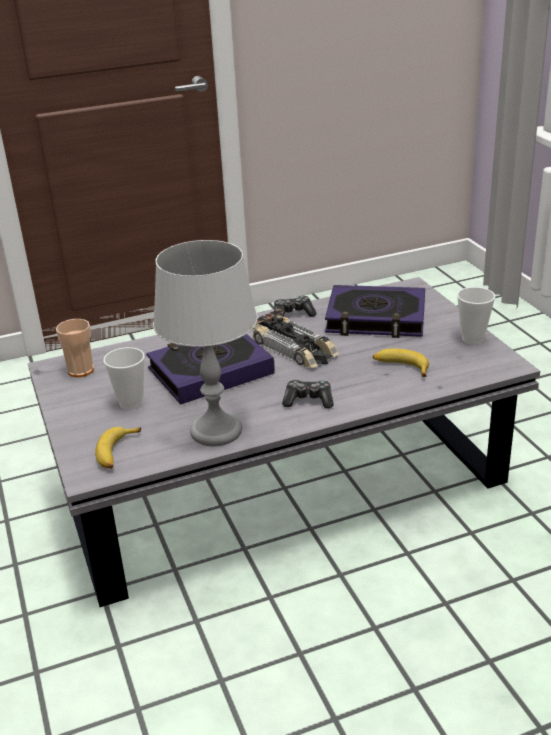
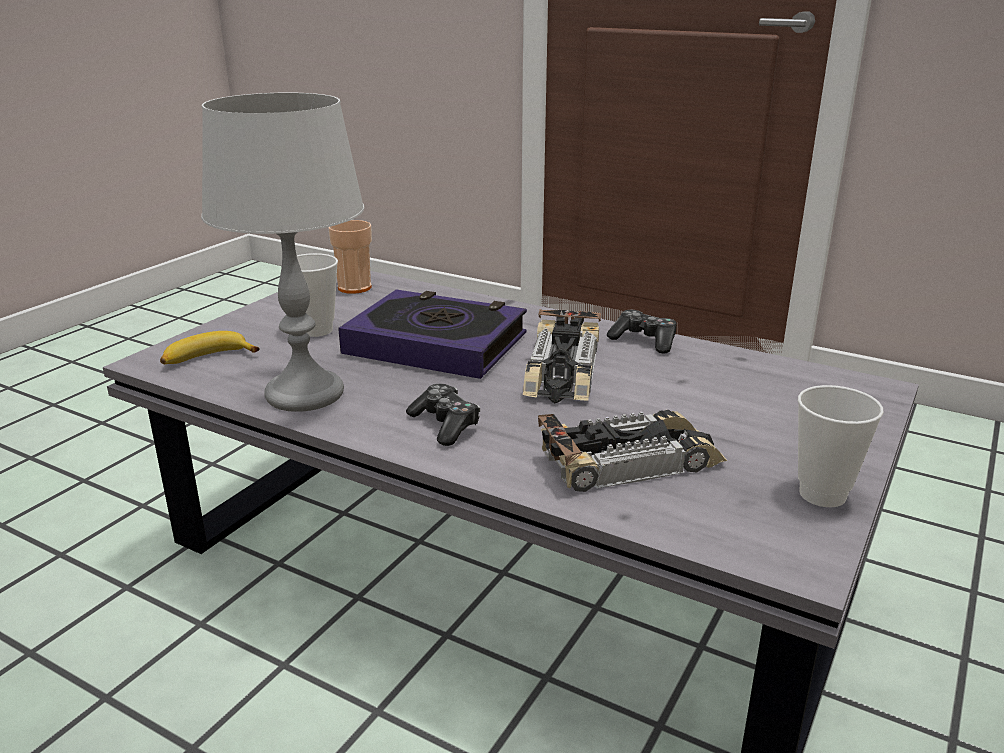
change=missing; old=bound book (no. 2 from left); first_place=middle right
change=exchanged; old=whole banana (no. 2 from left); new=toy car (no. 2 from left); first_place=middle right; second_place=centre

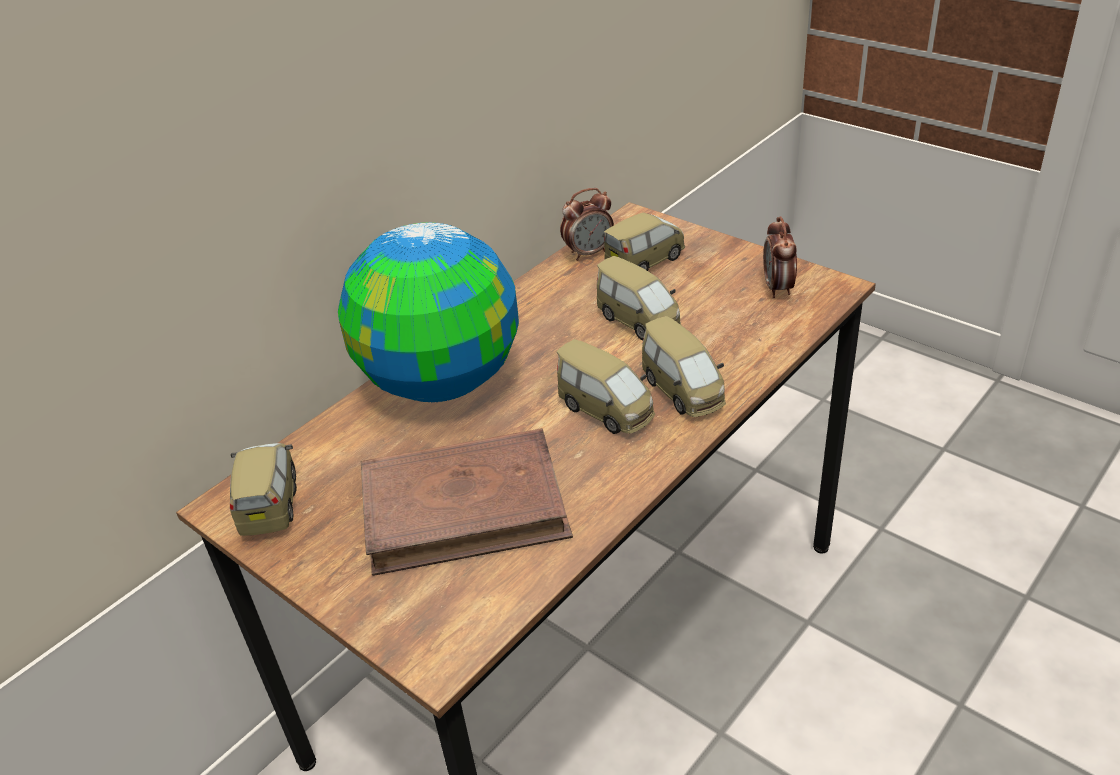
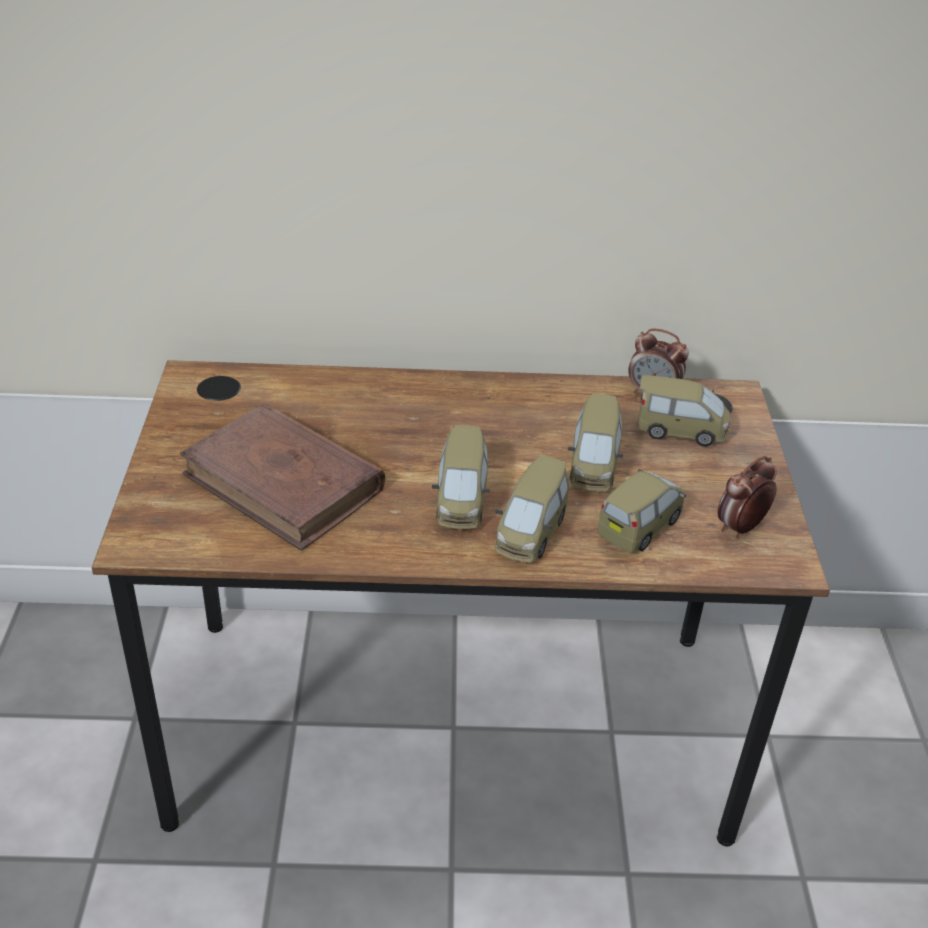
change=missing; old=desk globe; first_place=centre
change=relocated; old=toy car (no. 1 from left in the first image); new=toy car (no. 4 from left); first_place=middle left; second_place=middle right

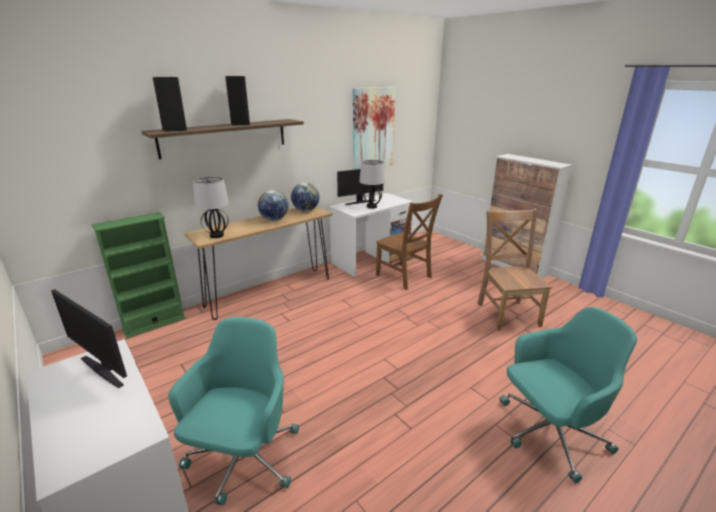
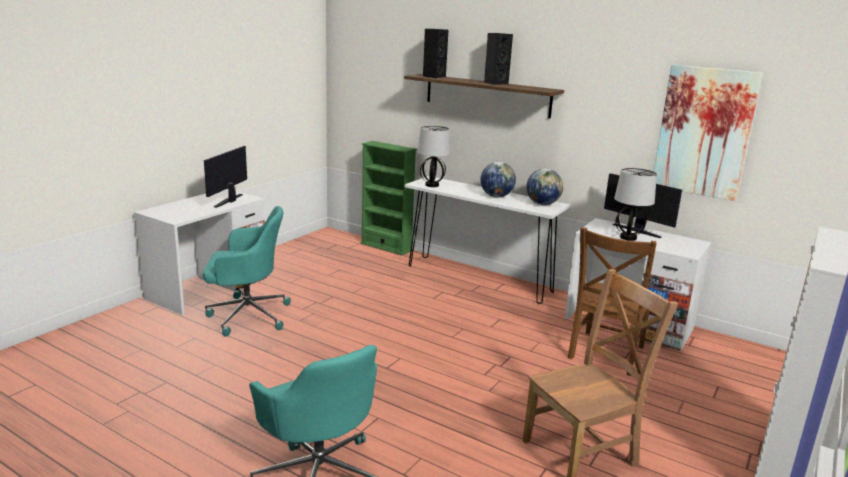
change=colour; old=narrow table (brown); new=narrow table (white); first_place=centre; second_place=centre

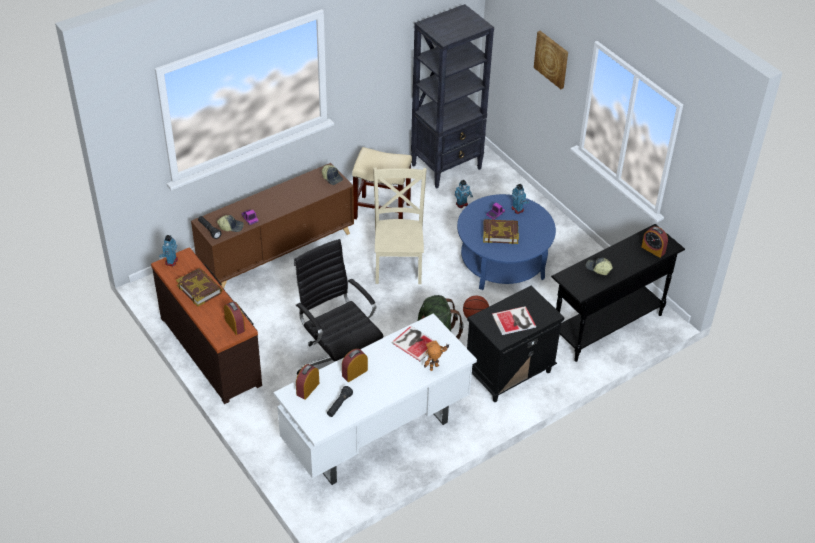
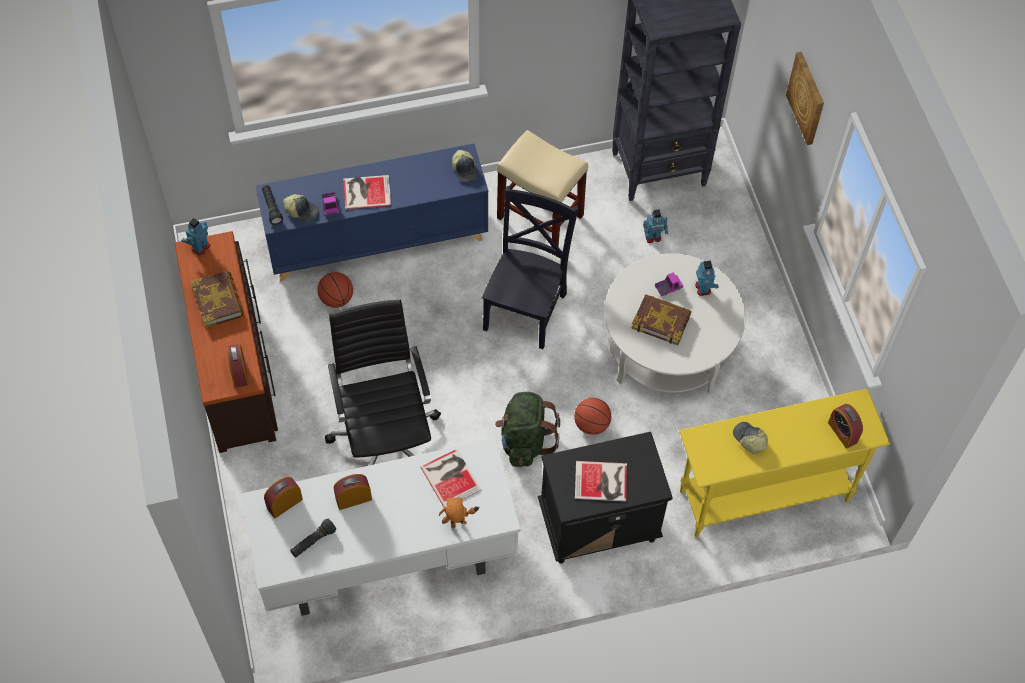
change=appeared; new=ball for basketball (no. 1 from left); second_place=middle left
change=appeared; new=bound book (no. 2 from left); second_place=top centre
change=colour; old=storage cabinet (brown); new=storage cabinet (blue-coloured); first_place=centre; second_place=top centre
change=colour; old=upright chair (beige-coloured); new=upright chair (blackish); first_place=centre; second_place=centre
change=colour; old=coffee table (blue-coloured); new=coffee table (white); first_place=centre; second_place=centre
change=colour; old=narrow table (blackish); new=narrow table (yellow-coloured); first_place=middle right; second_place=bottom right

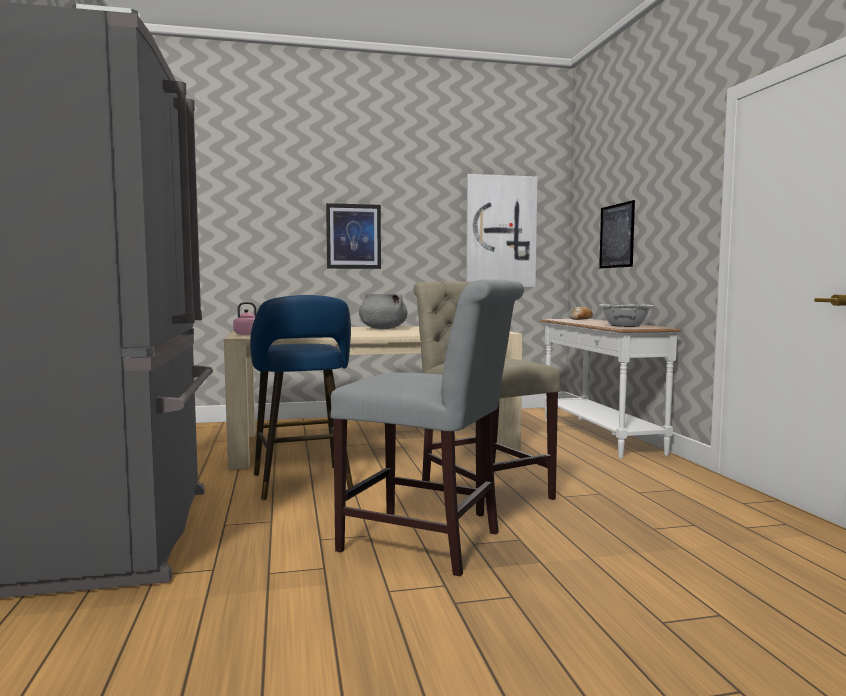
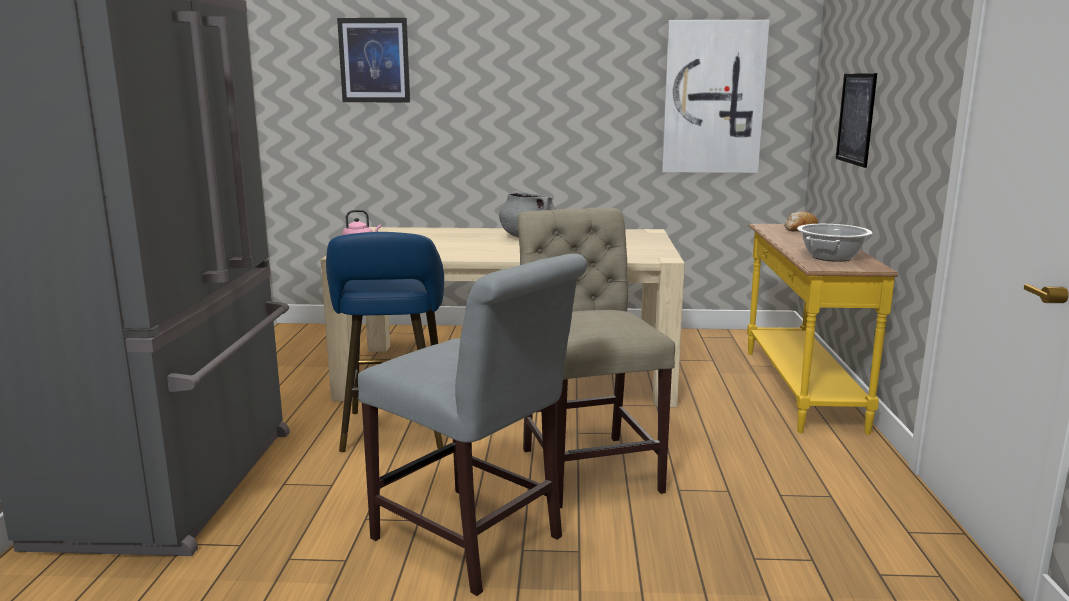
change=relocated; old=picture (no. 1 from left); first_place=centre; second_place=top centre
change=colour; old=narrow table (white); new=narrow table (yellow-coloured); first_place=middle right; second_place=middle right

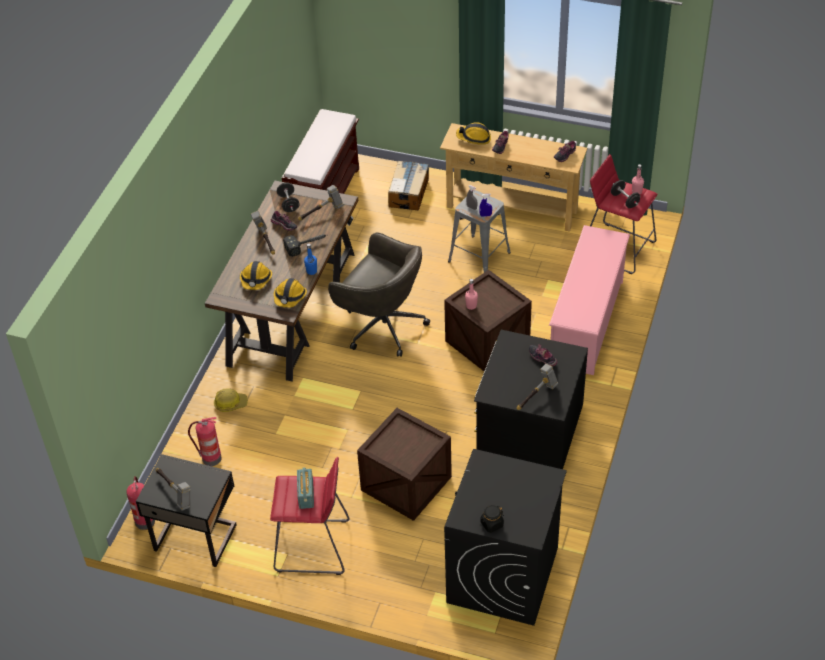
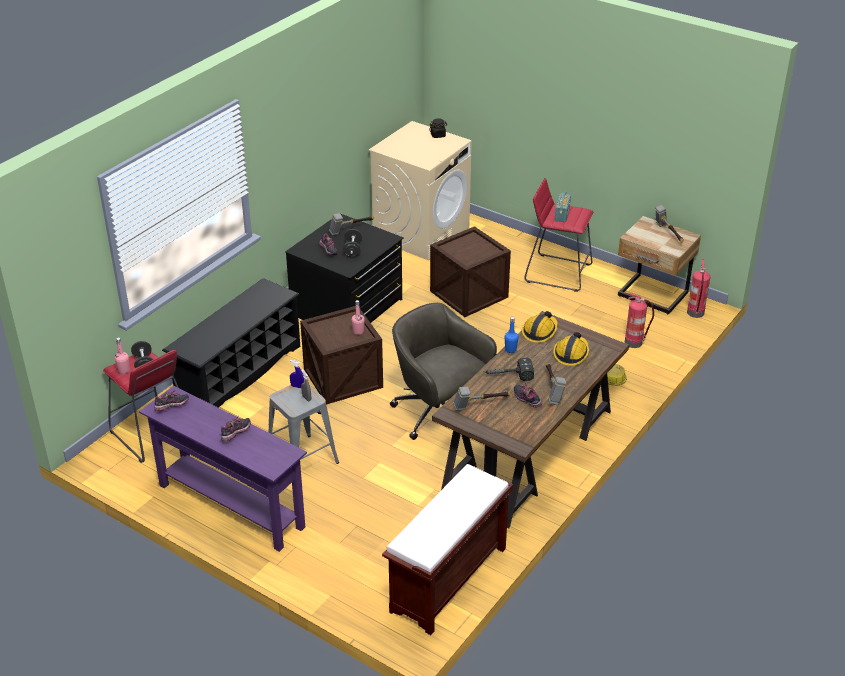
change=missing; old=cardboard box; first_place=top centre
change=missing; old=hard hat (no. 4 from left); first_place=top centre
change=relocated; old=dumbbell (blackish) (no. 1 from left in the first image); new=dumbbell (blackish) (no. 2 from left); first_place=top centre; second_place=centre
change=colour; old=night table (blackish); new=night table (beige-coloured); first_place=bottom left; second_place=middle right
change=colour; old=narrow table (beige-coloured); new=narrow table (purplish); first_place=top centre; second_place=bottom left
change=colour; old=laundry appliance (blackish); new=laundry appliance (beige-coloured); first_place=bottom centre; second_place=top centre
change=colour; old=shoe shelf (pinkish); new=shoe shelf (blackish); first_place=middle right; second_place=middle left

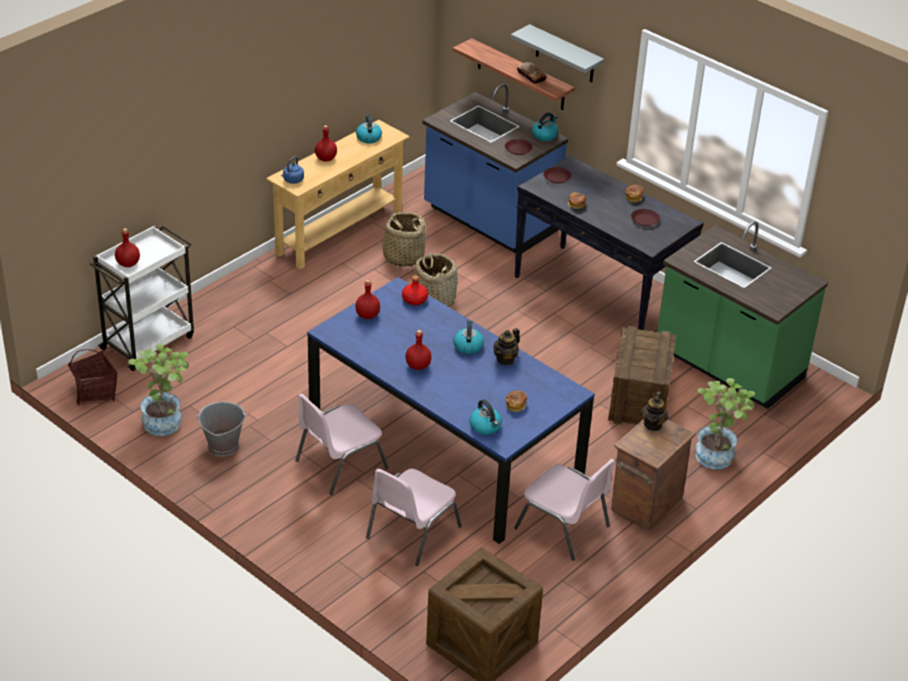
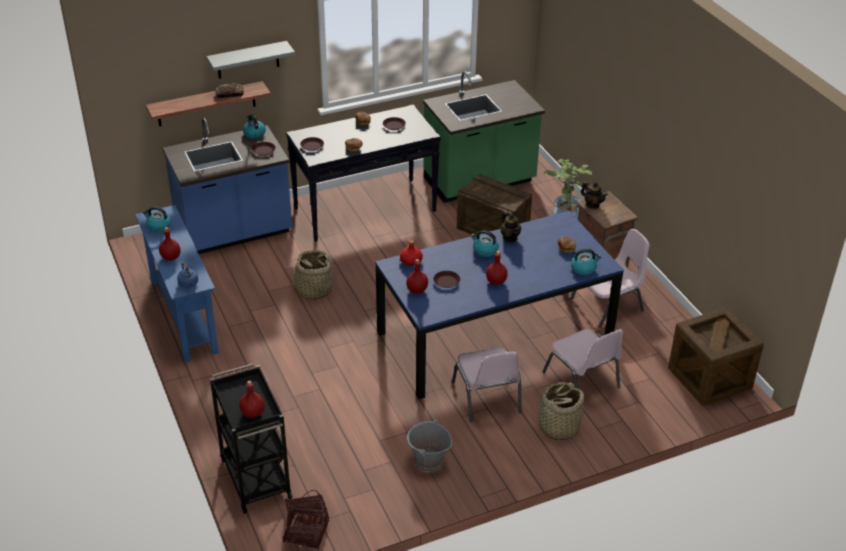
change=missing; old=plant in a pot (no. 1 from left); first_place=middle left
change=appeared; new=plate (brown) (no. 4 from left); second_place=centre
change=relocated; old=household basket (no. 2 from left in the first image); new=household basket (no. 3 from left); first_place=centre; second_place=bottom centre
change=colour; old=cart (white); new=cart (blackish); first_place=middle left; second_place=bottom left
change=colour; old=narrow table (beige-coloured); new=narrow table (blue-coloured); first_place=top centre; second_place=middle left

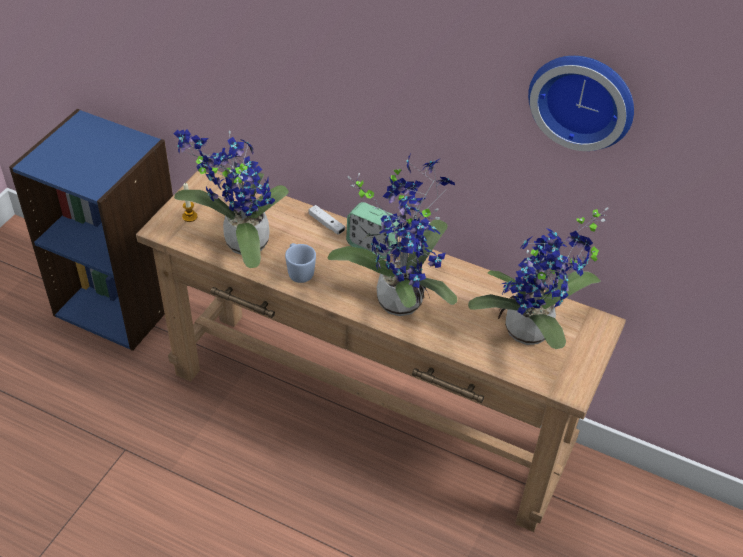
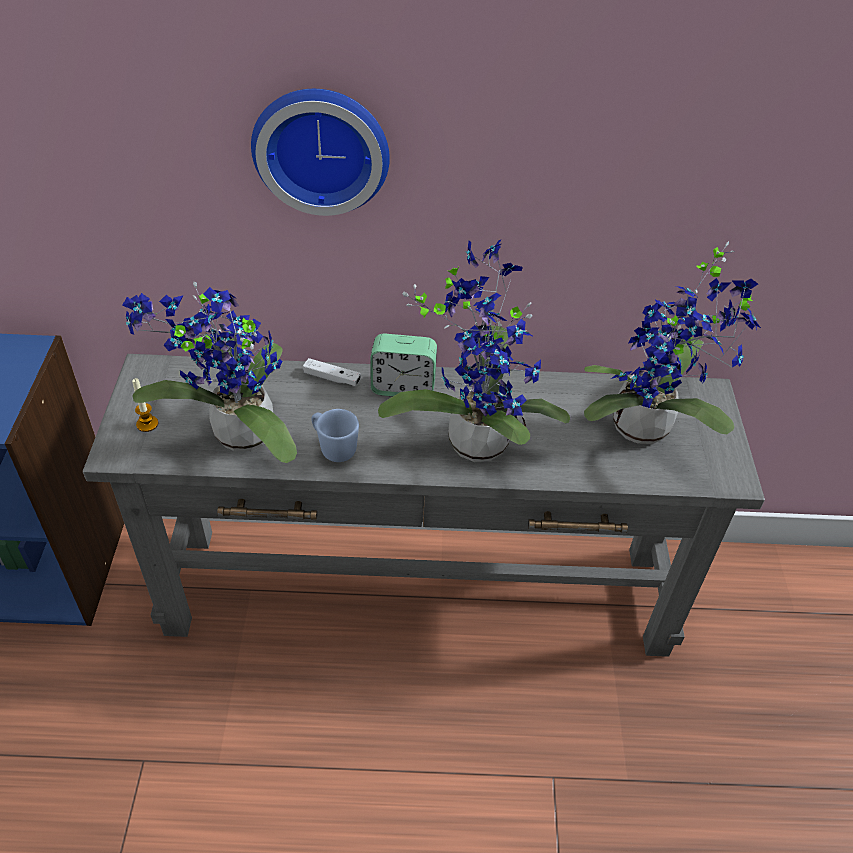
change=relocated; old=hanging clock; first_place=top right; second_place=top centre
change=colour; old=narrow table (brown); new=narrow table (gray); first_place=centre; second_place=centre

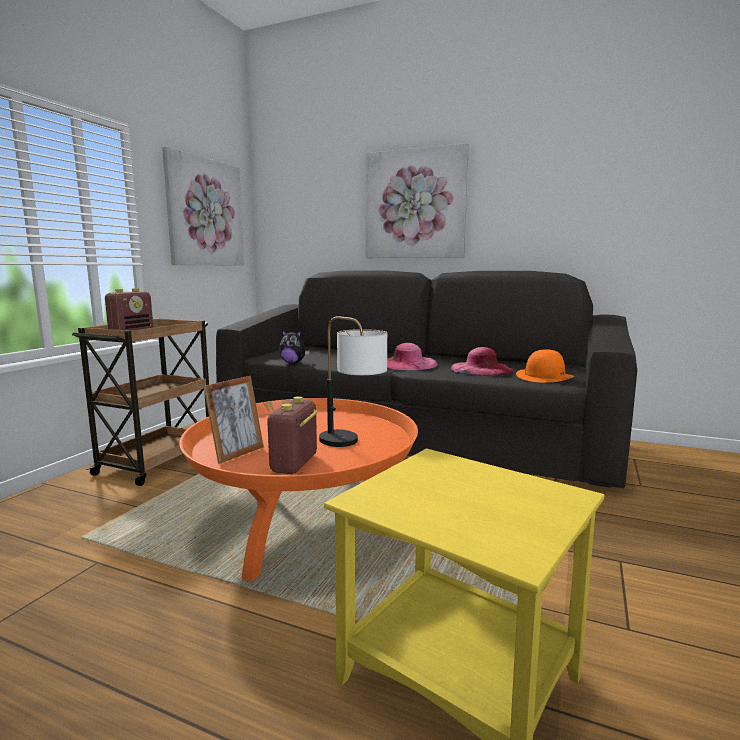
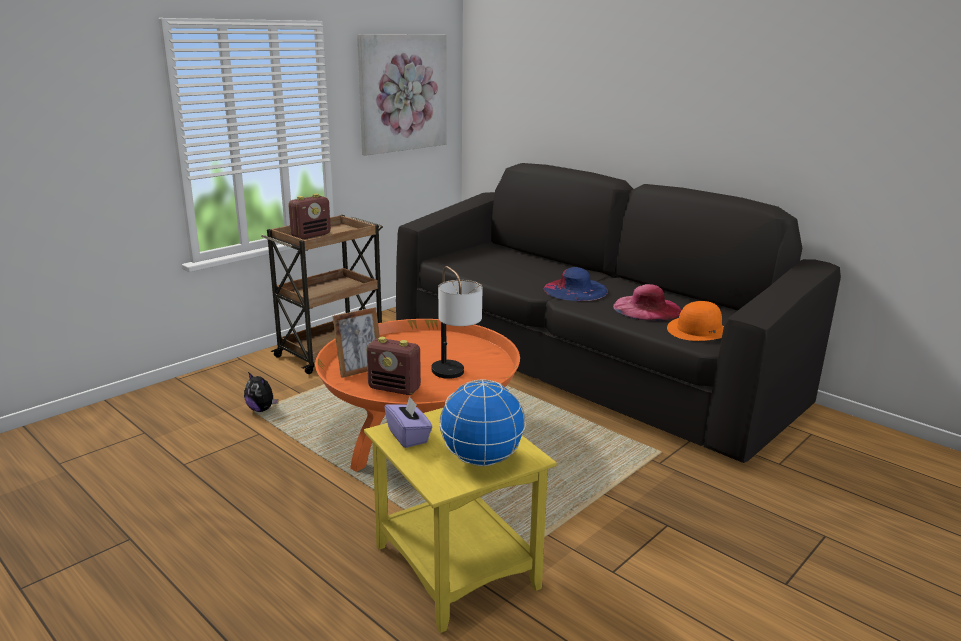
change=missing; old=picture (no. 2 from left); first_place=top centre
change=appeared; new=tissue holder (purplish); second_place=centre
change=appeared; new=desk globe; second_place=centre
change=relocated; old=soft toy; first_place=centre; second_place=middle left
change=colour; old=wearable hat (pinkish) (no. 1 from left); new=wearable hat (blue-coloured); first_place=centre; second_place=centre
change=spun; old=radio (no. 2 from left); first_place=centre; second_place=centre; degrees=-105

